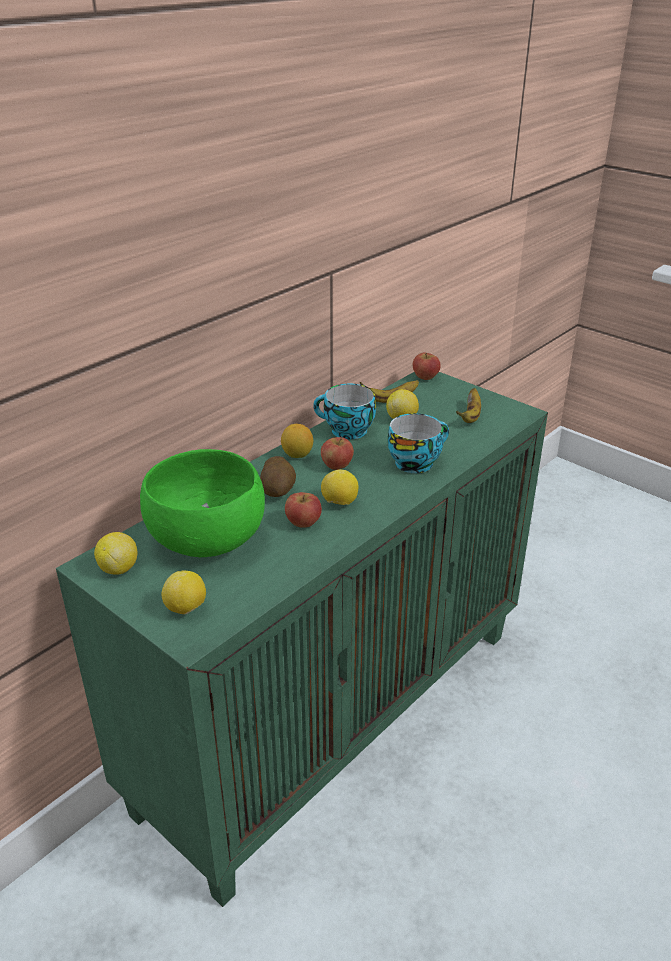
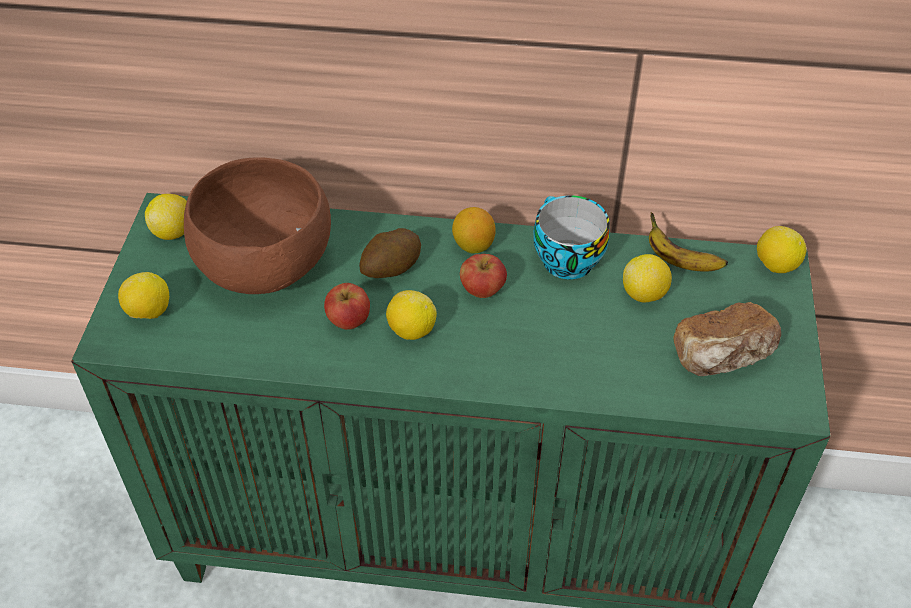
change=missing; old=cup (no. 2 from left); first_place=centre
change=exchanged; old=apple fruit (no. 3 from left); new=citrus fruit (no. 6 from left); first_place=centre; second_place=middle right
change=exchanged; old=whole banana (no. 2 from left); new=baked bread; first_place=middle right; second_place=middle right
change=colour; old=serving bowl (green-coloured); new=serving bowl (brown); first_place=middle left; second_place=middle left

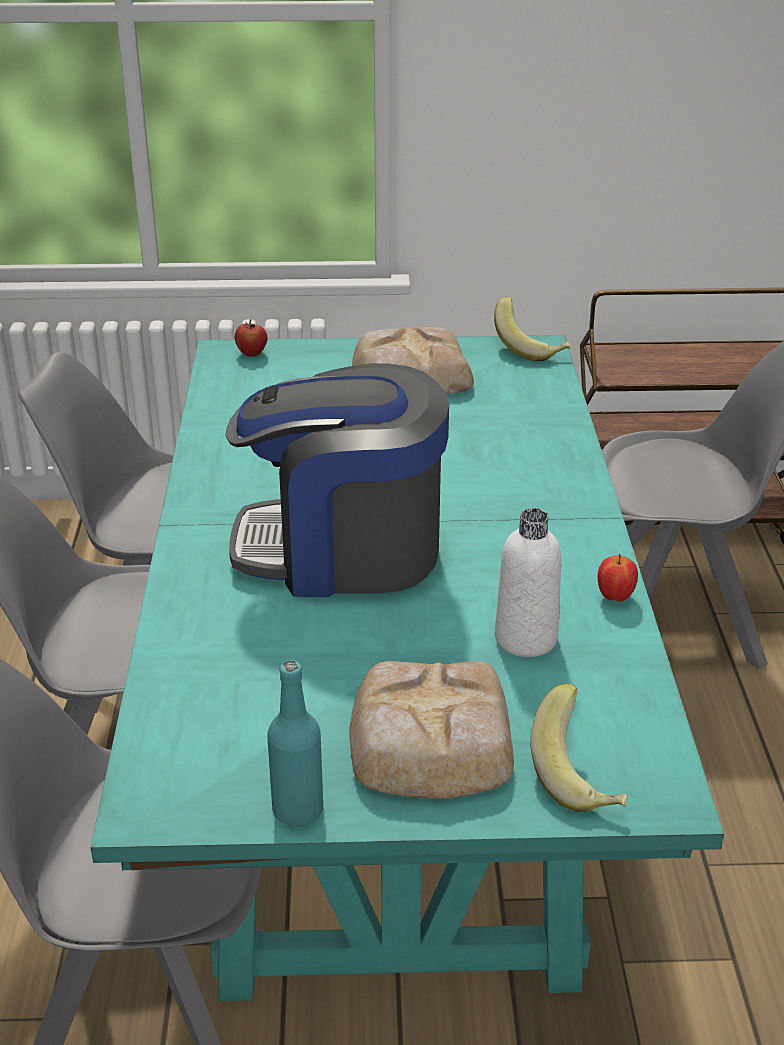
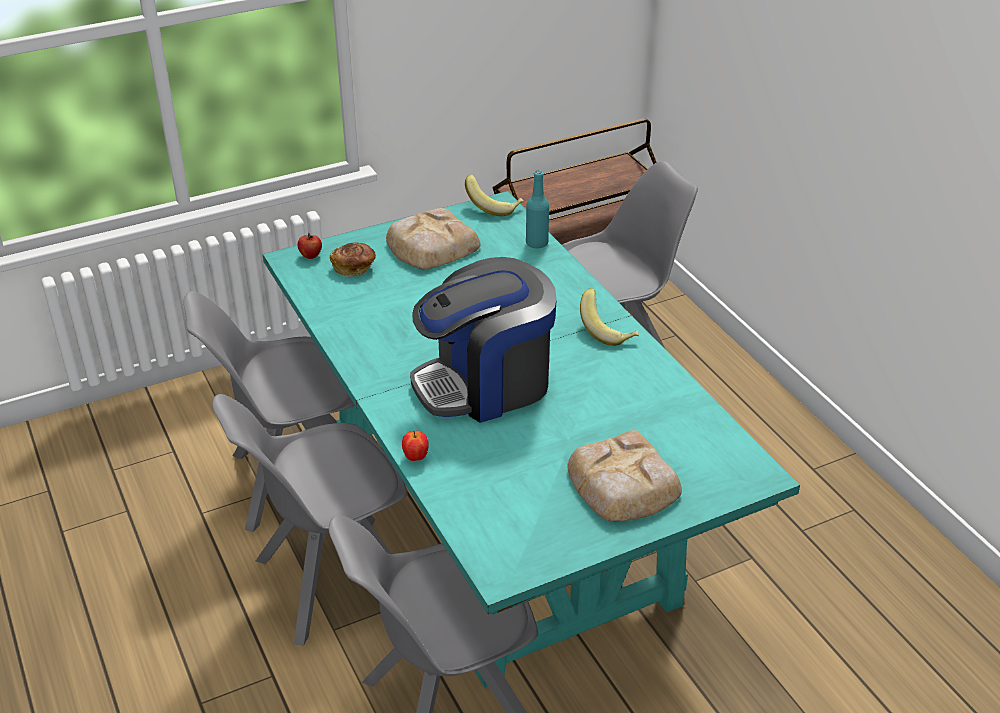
change=missing; old=beverage bottle (white); first_place=middle right
change=appeared; new=baked bread (no. 1 from left); second_place=centre
change=relocated; old=beverage bottle (turquoise-coloured); first_place=bottom centre; second_place=top centre
change=relocated; old=whole banana (no. 2 from left); first_place=bottom right; second_place=centre
change=relocated; old=apple fruit (no. 2 from left); first_place=middle right; second_place=centre

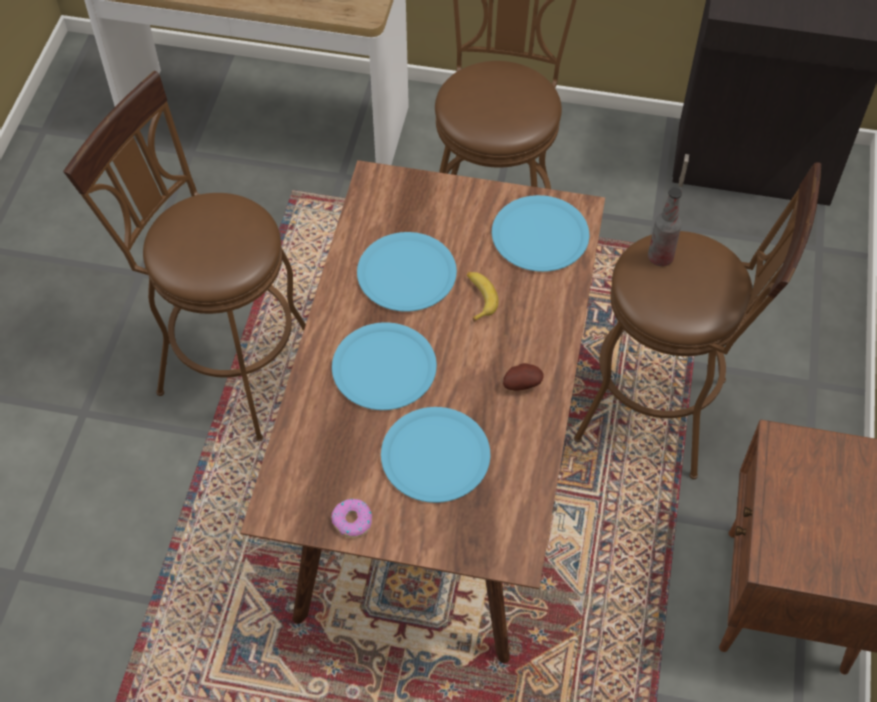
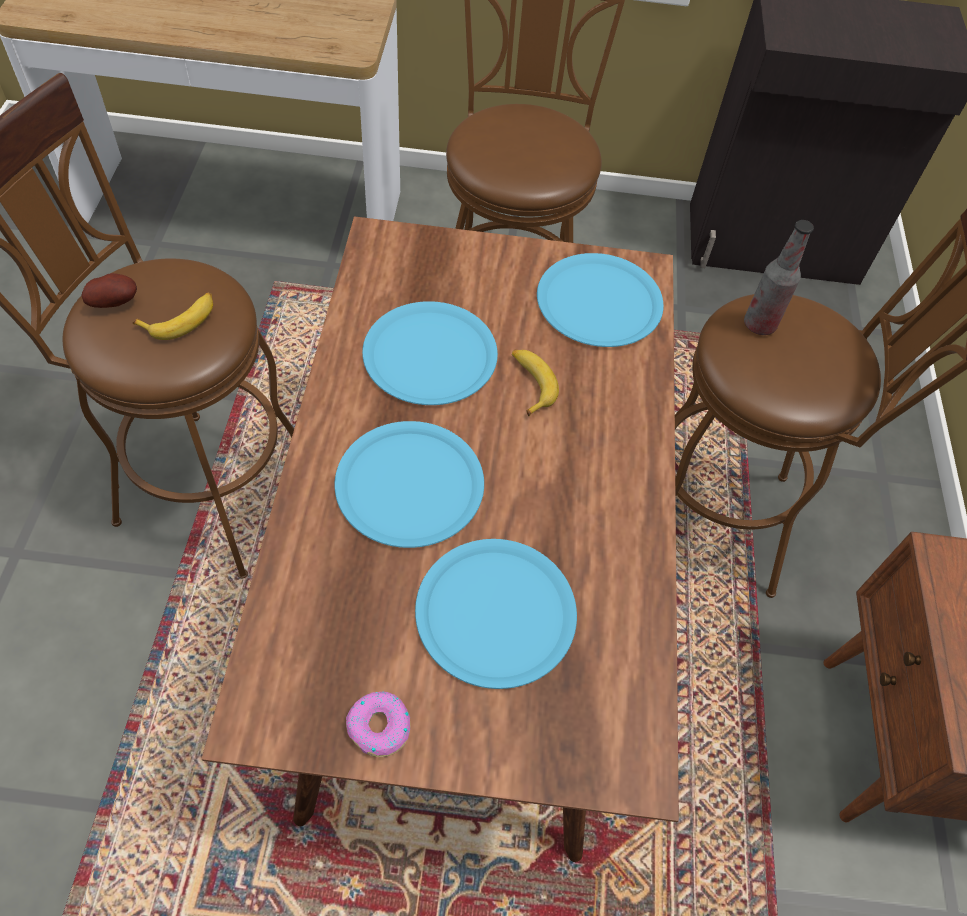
change=appeared; new=whole banana (no. 1 from left); second_place=middle left
change=relocated; old=spud; first_place=centre; second_place=top left

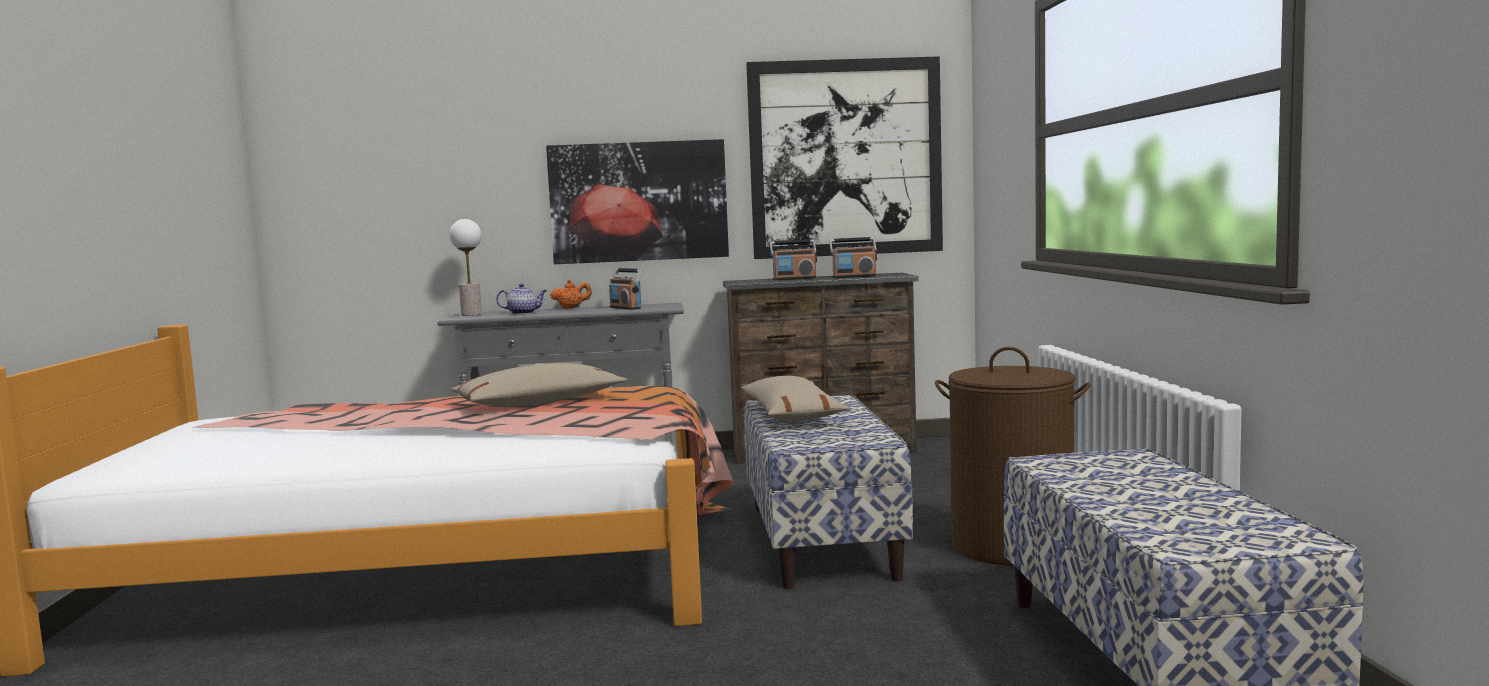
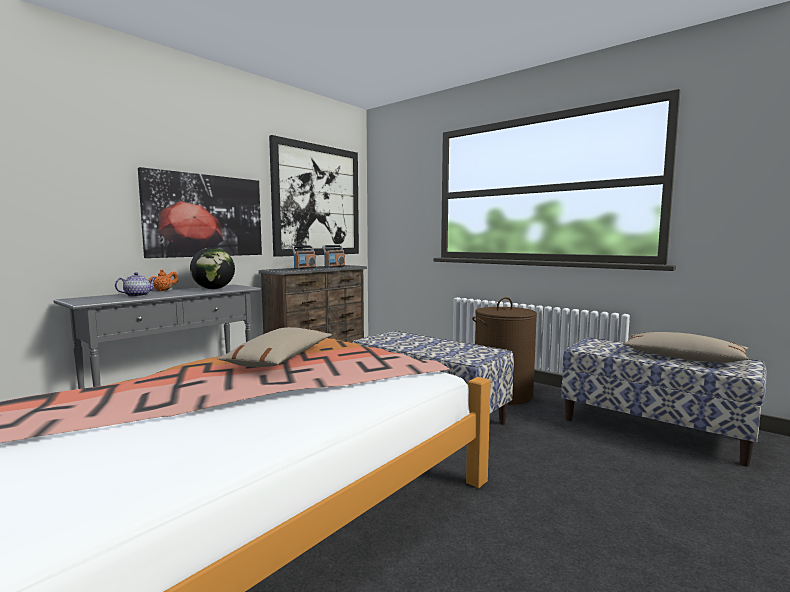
change=missing; old=lamp for a table; first_place=middle left
change=relocated; old=throw pillow (beige-coloured) (no. 2 from left); first_place=centre; second_place=middle right
change=exchanged; old=radio (no. 1 from left); new=desk globe; first_place=centre; second_place=middle left

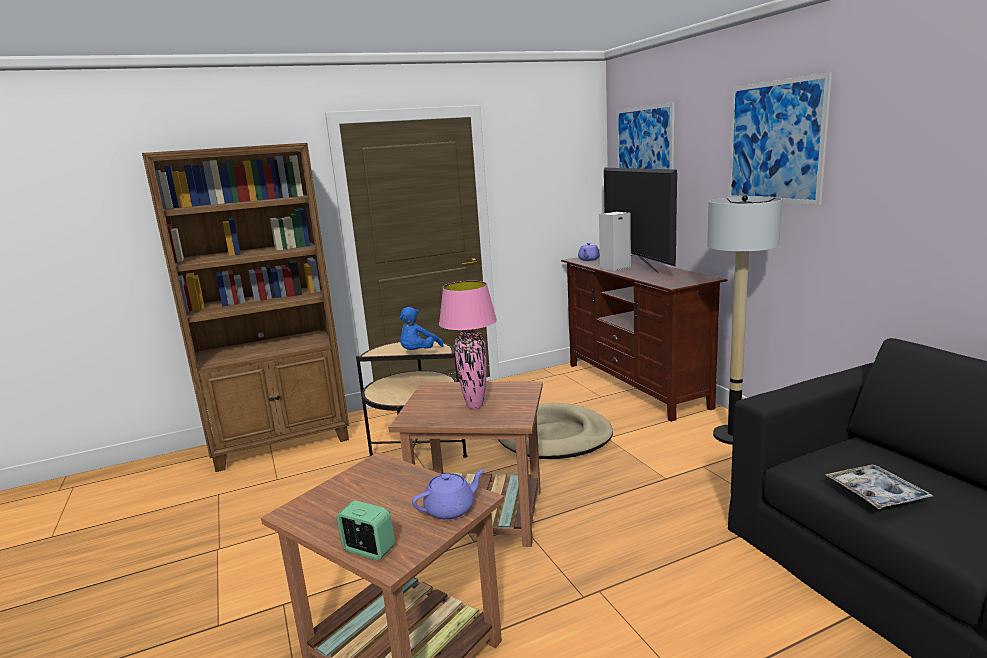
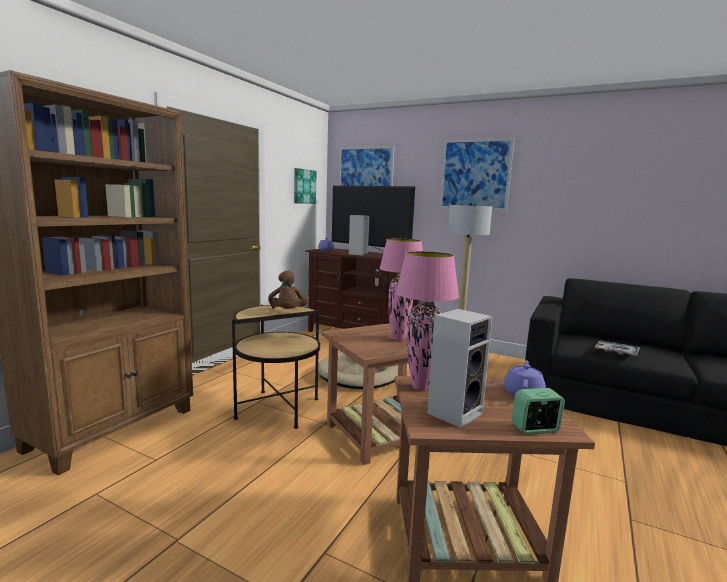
change=appeared; new=picture (no. 1 from left); second_place=top centre
change=appeared; new=lamp for a table (pinkish) (no. 2 from left); second_place=centre
change=appeared; new=loudspeaker (no. 2 from left); second_place=centre
change=colour; old=soft toy (blue-coloured); new=soft toy (brown); first_place=centre; second_place=centre

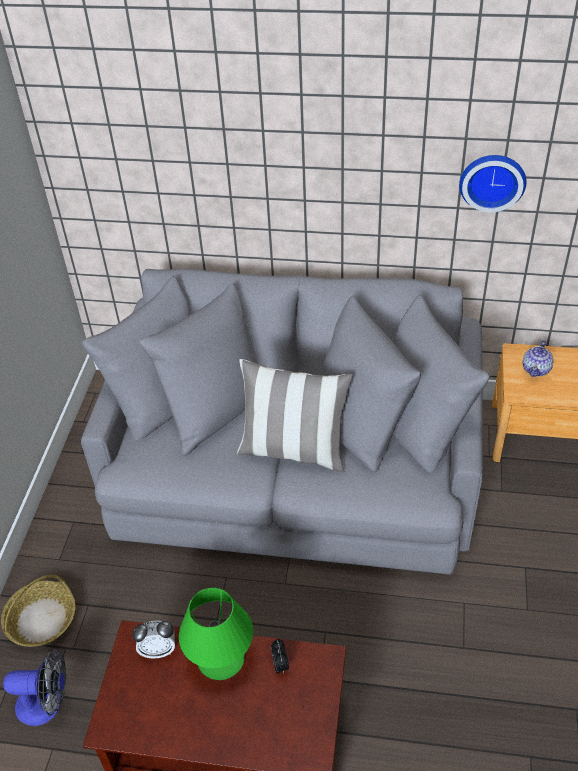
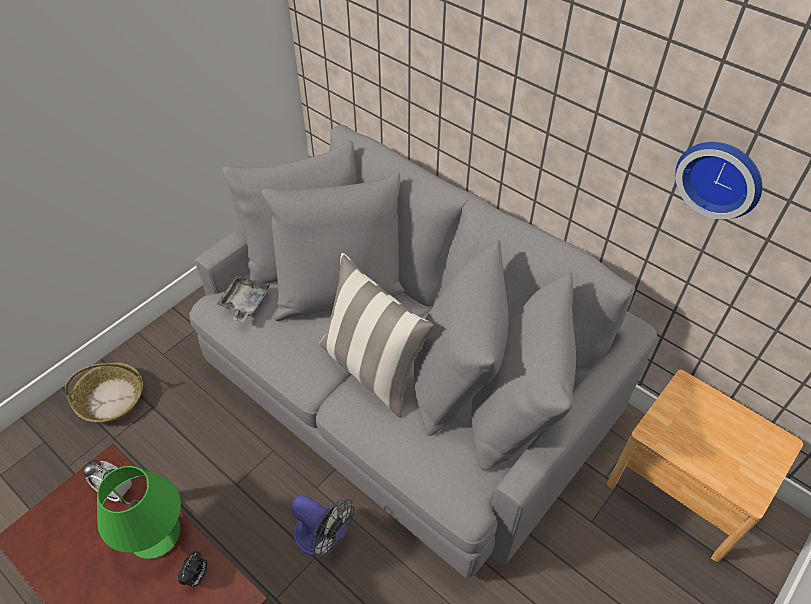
change=missing; old=teapot; first_place=middle right
change=appeared; new=tray (gray); second_place=middle left
change=relocated; old=electric fan; first_place=bottom left; second_place=bottom centre

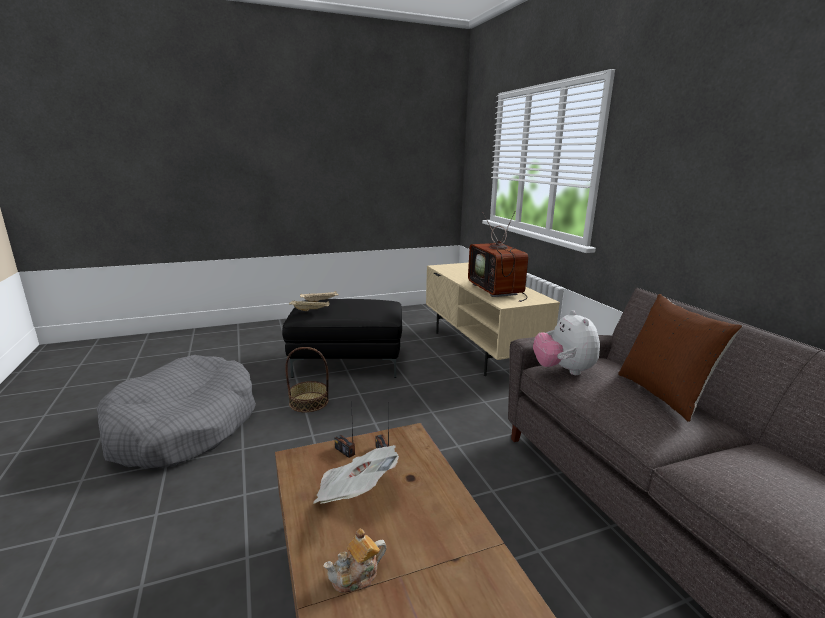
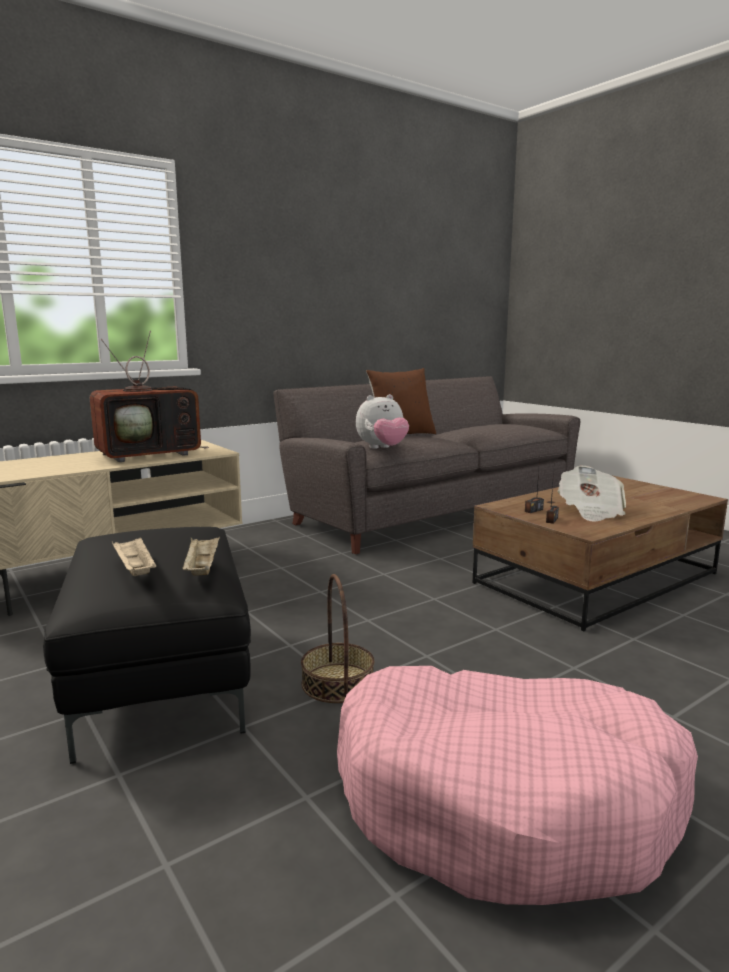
change=missing; old=teapot; first_place=bottom centre
change=colour; old=dog bed (gray); new=dog bed (pinkish); first_place=bottom left; second_place=bottom right

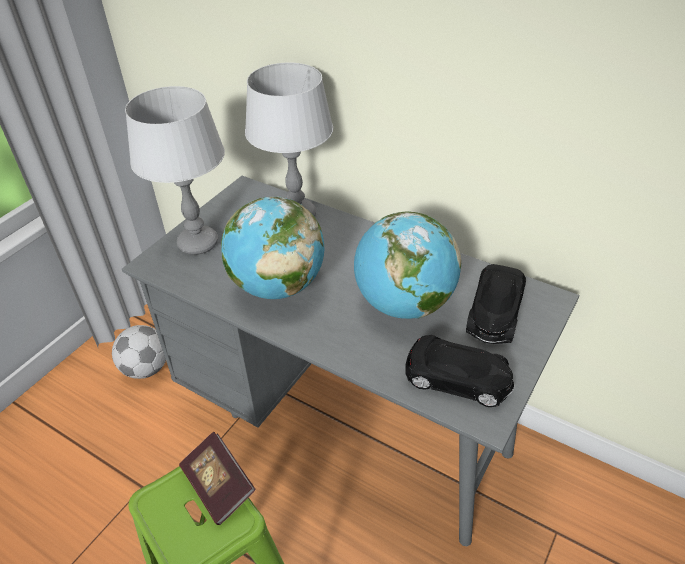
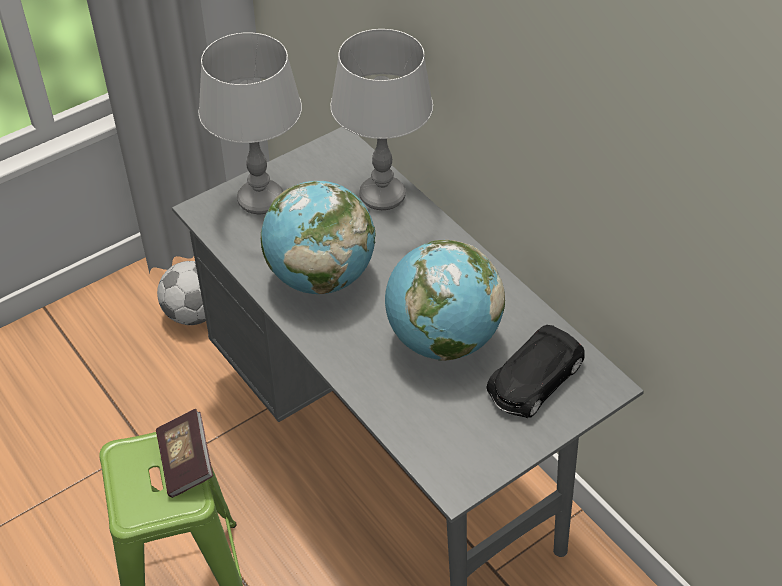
change=missing; old=toy car (blackish) (no. 1 from left); first_place=middle right

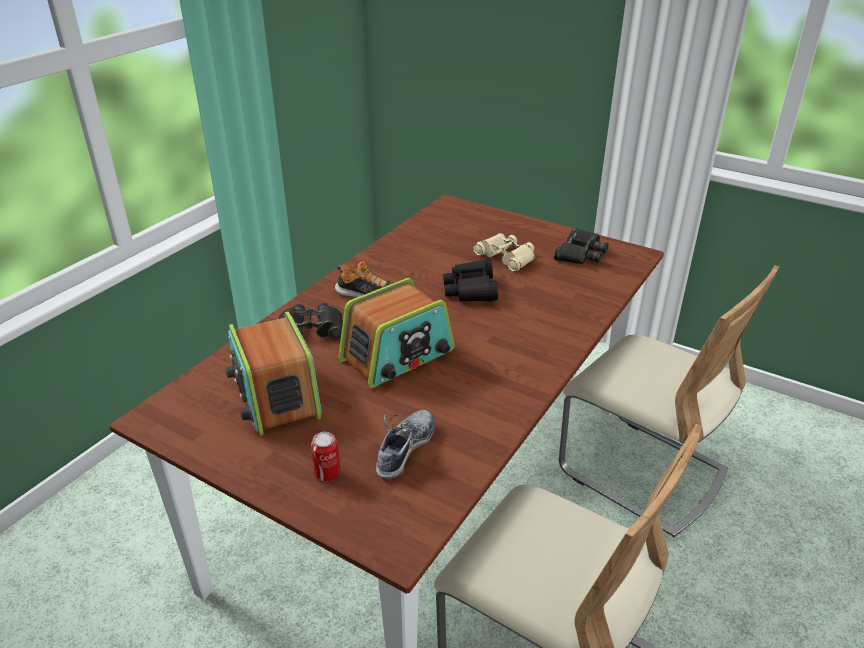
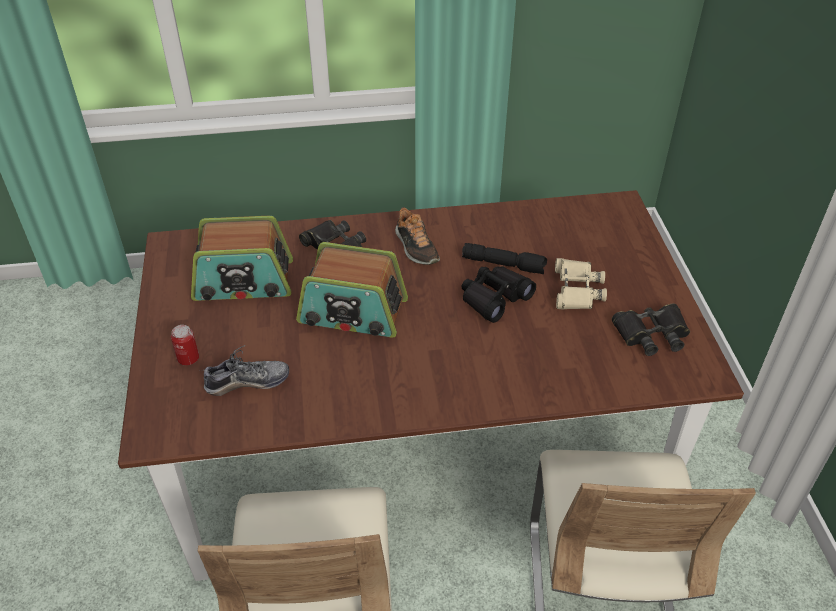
change=appeared; new=torch (blackish); second_place=centre
change=spun; old=radio (no. 1 from left); first_place=middle left; second_place=middle left; degrees=-120

